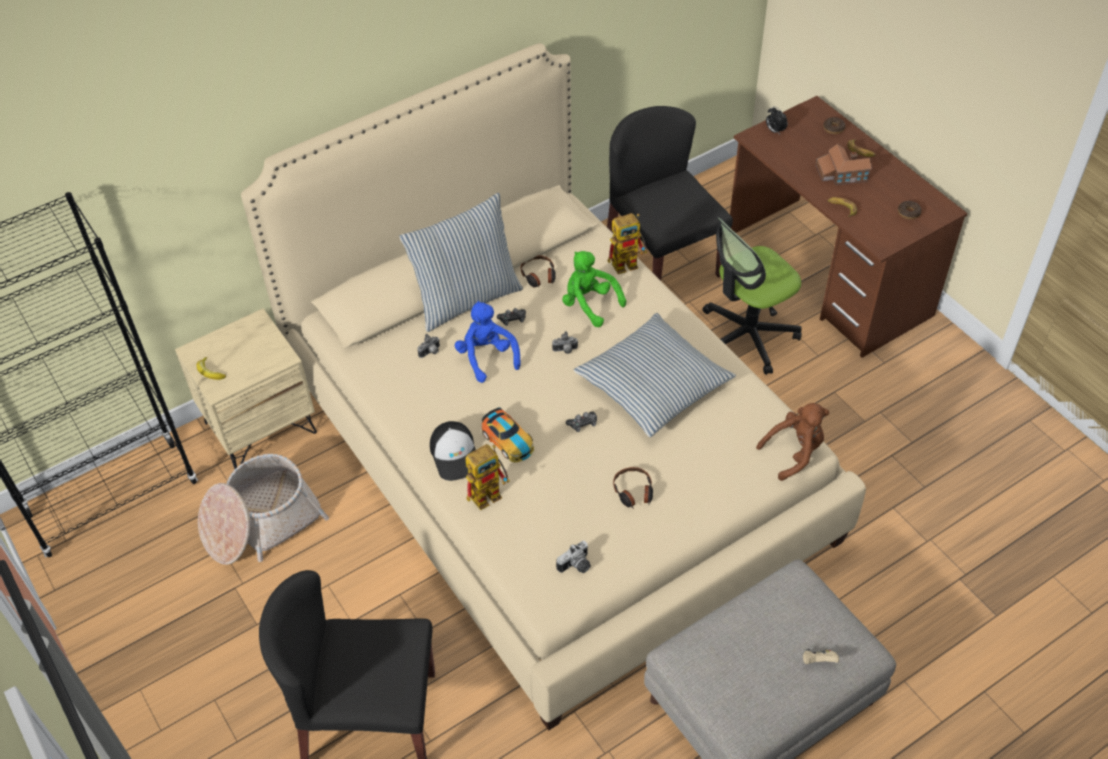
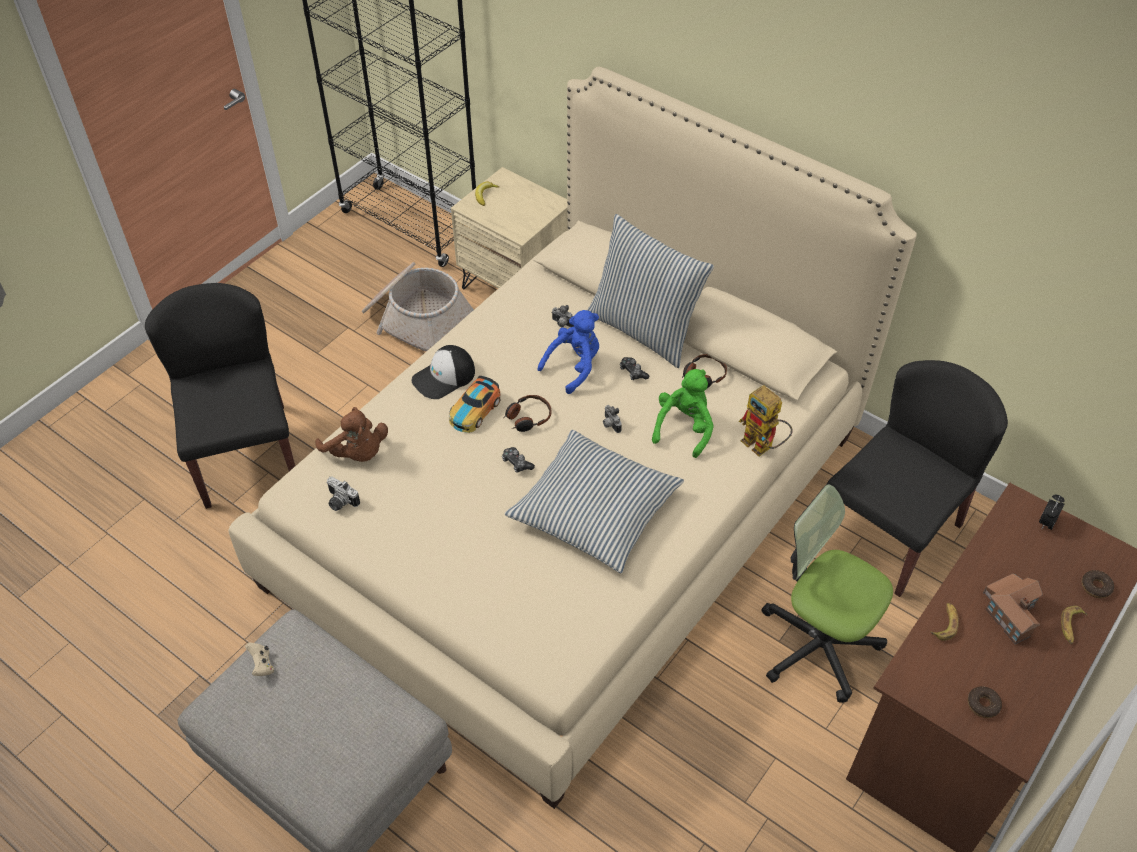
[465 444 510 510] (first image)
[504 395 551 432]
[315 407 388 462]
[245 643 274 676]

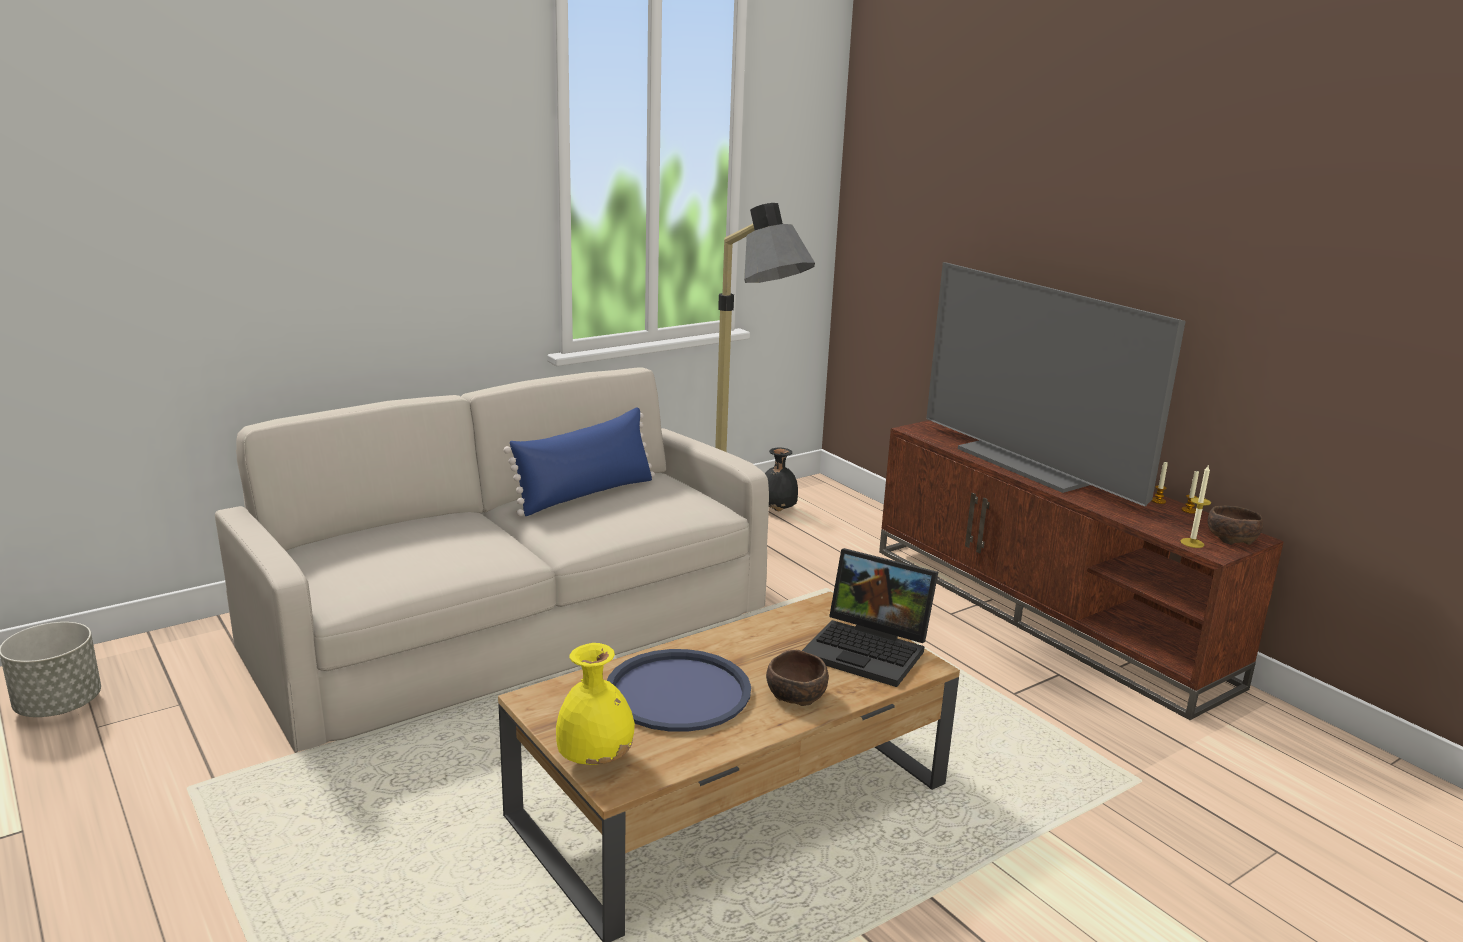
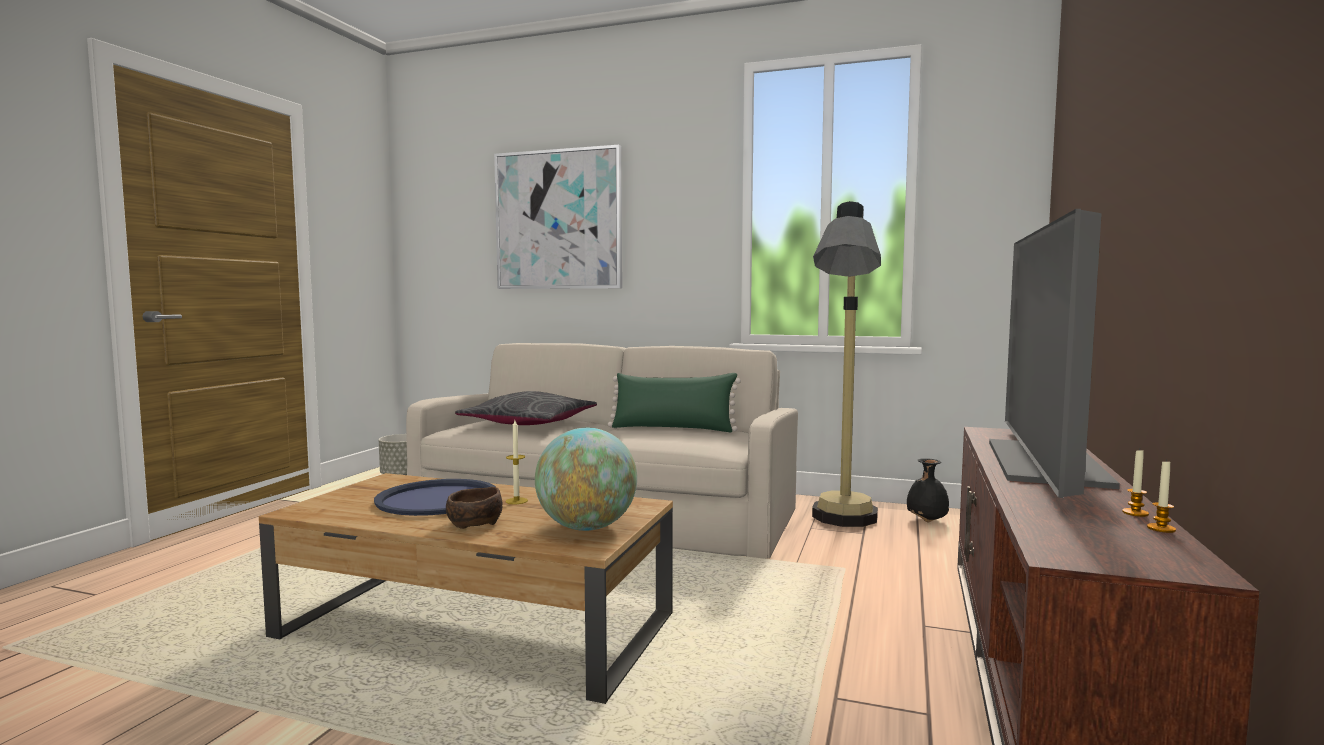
[608 373 741 432]
[556 643 635 765] (first image)
[535 428 637 531]
[505 420 528 504]
[1208 506 1263 545] (first image)
[455 391 597 425]
[494 145 622 289]

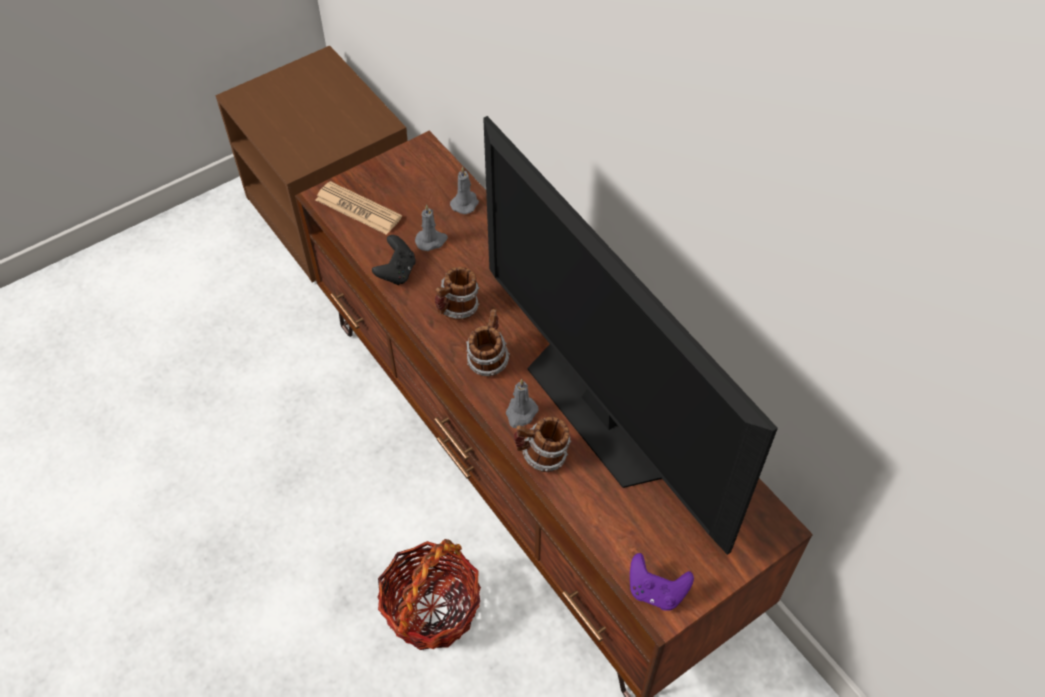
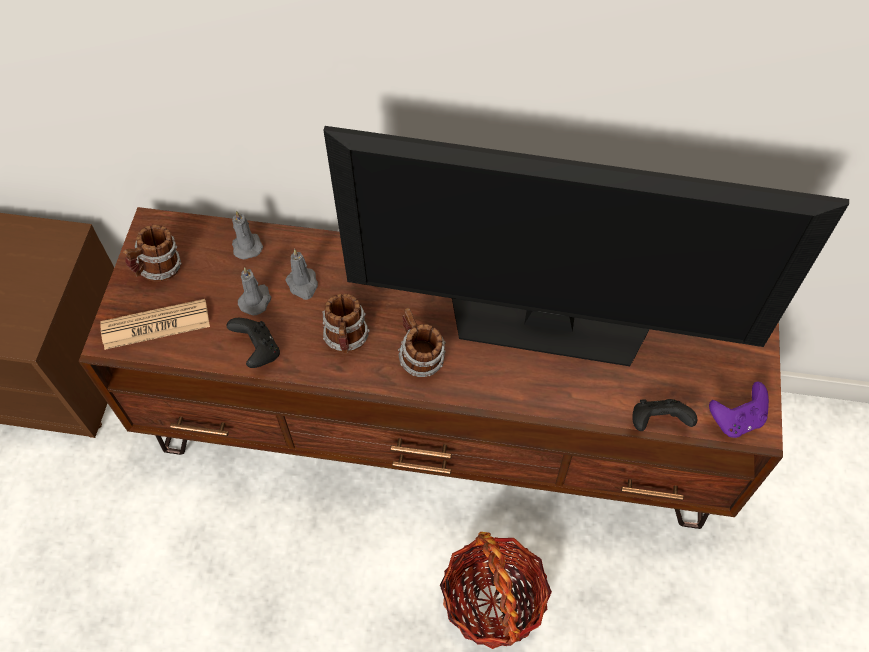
[286 249 318 300]
[123 225 182 282]
[632 399 697 431]

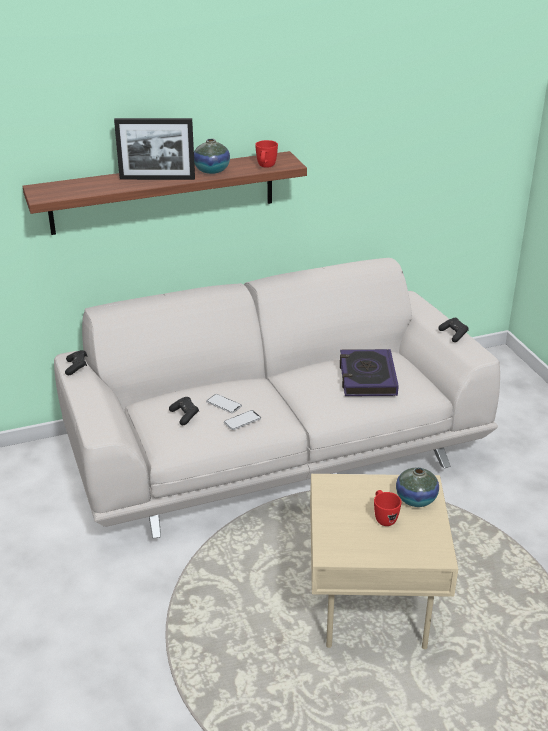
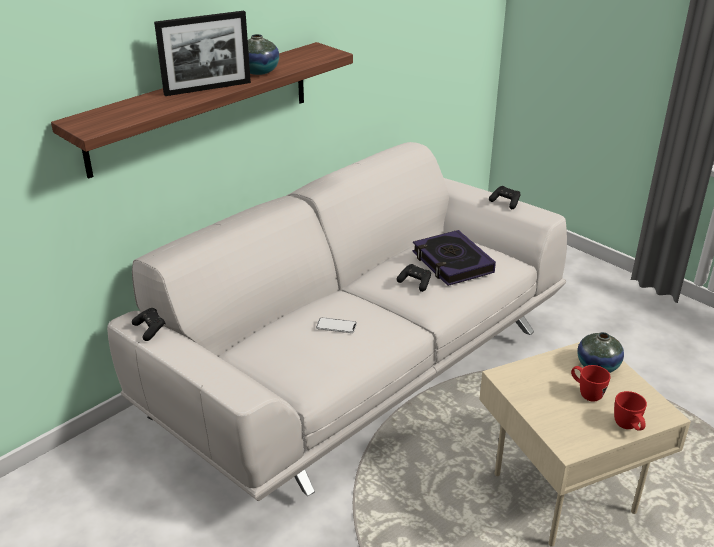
[397 264 431 292]
[224 410 261 430] (first image)
[614 391 647 431]

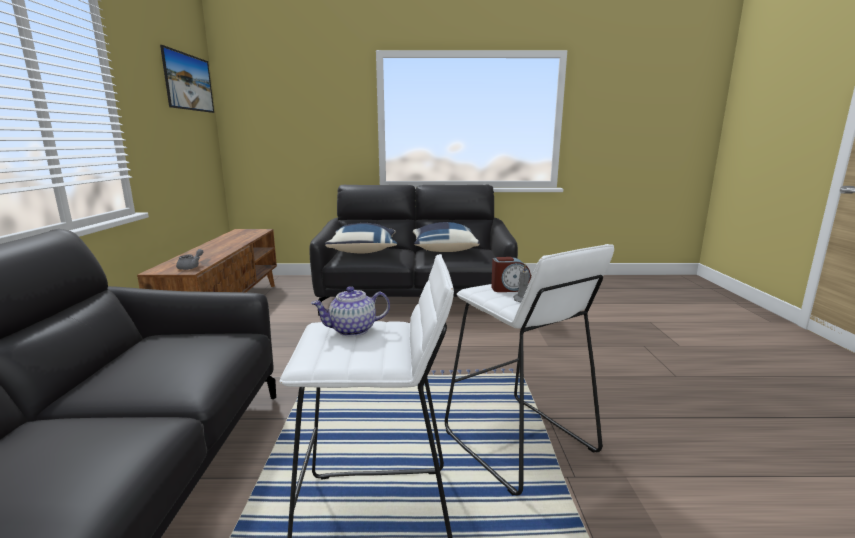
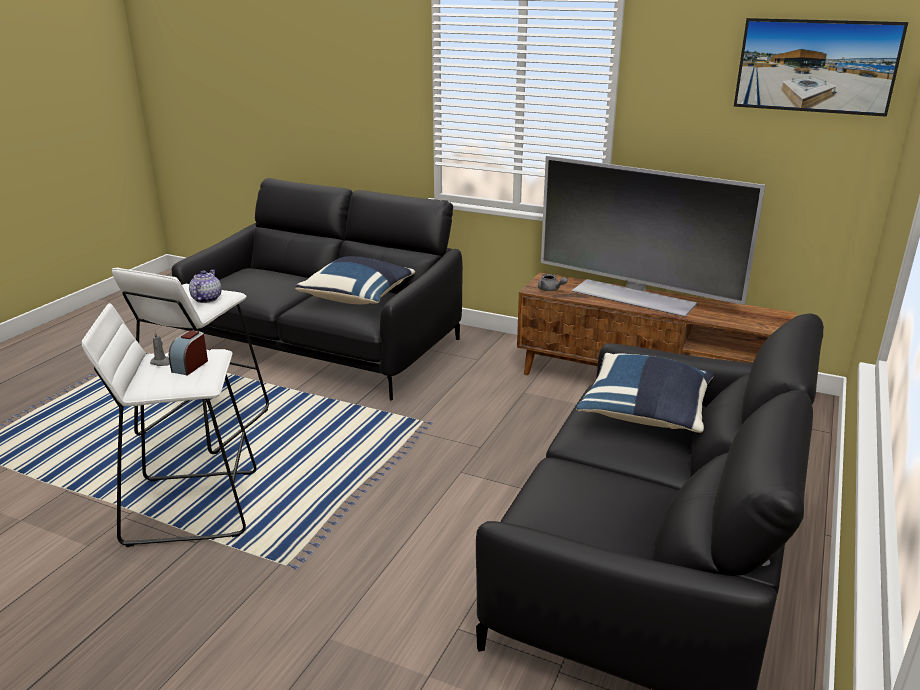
[295 256 415 304]
[541 156 766 317]

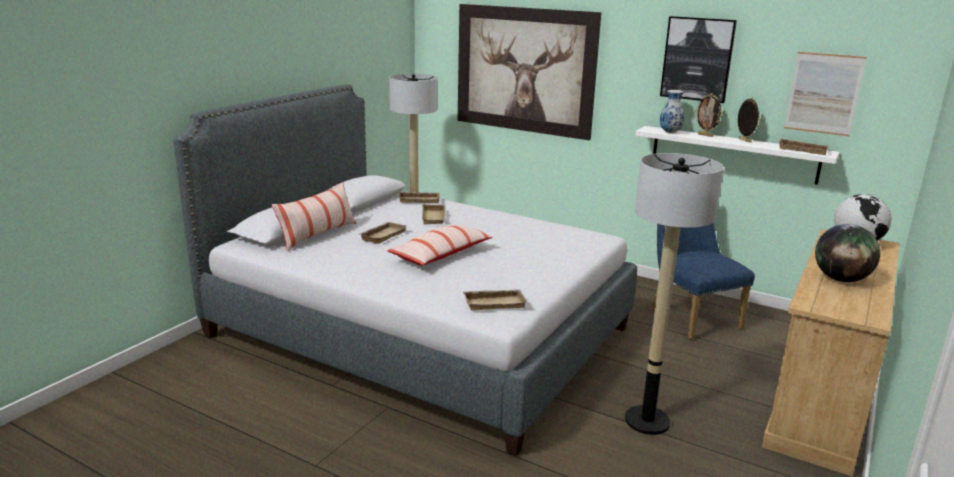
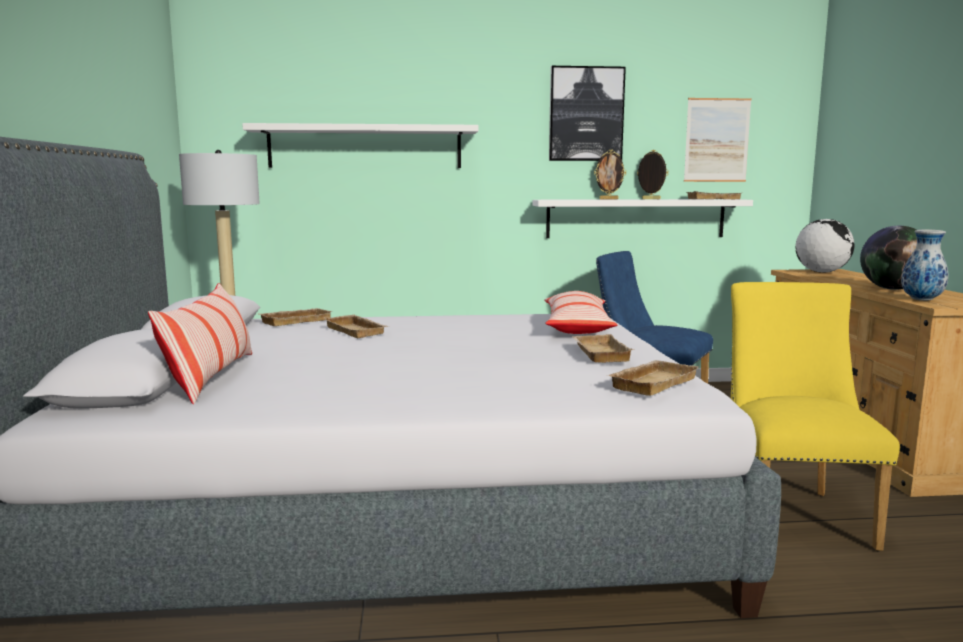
[572 334 635 363]
[544 291 617 334]
[242 123 478 168]
[731 282 900 551]
[901 230 948 301]

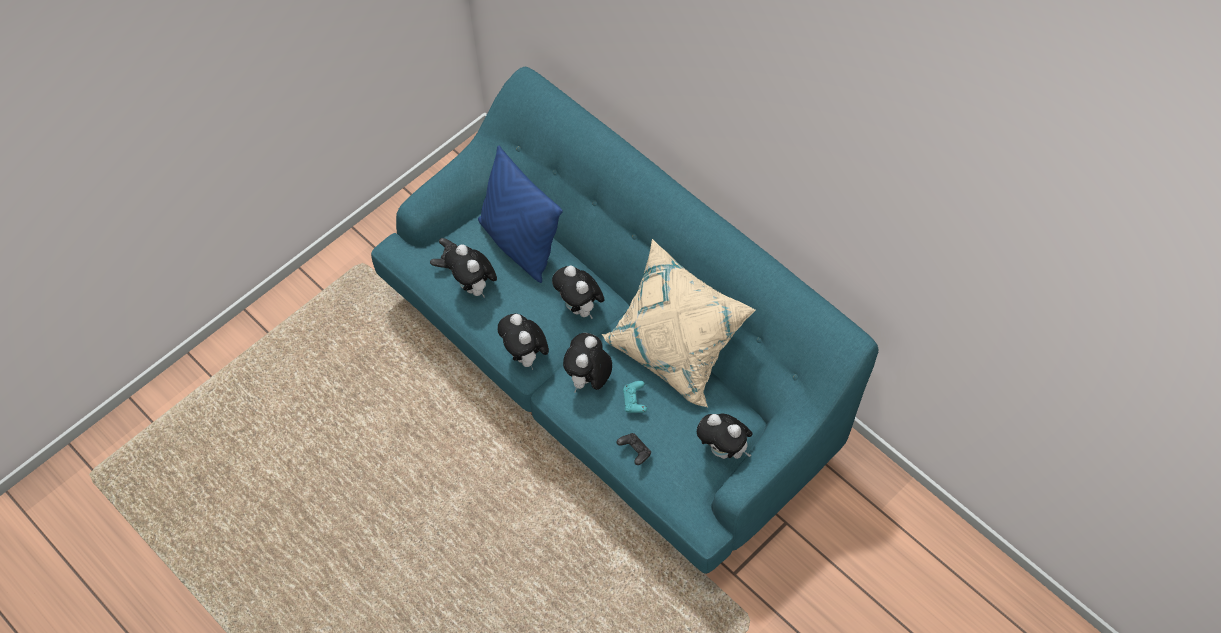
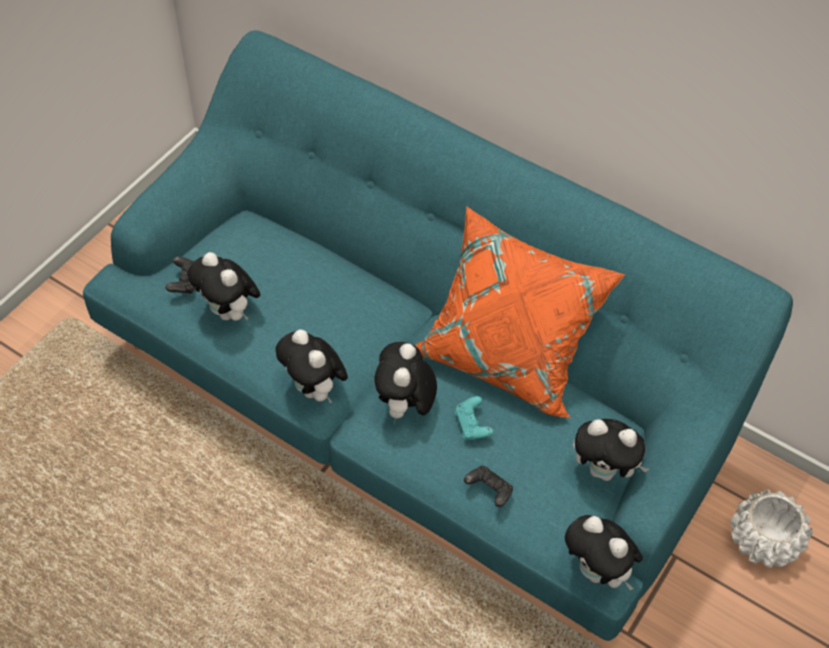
[478 146 563 283] (first image)
[565 515 643 590]
[415 206 626 418]
[730 490 813 568]

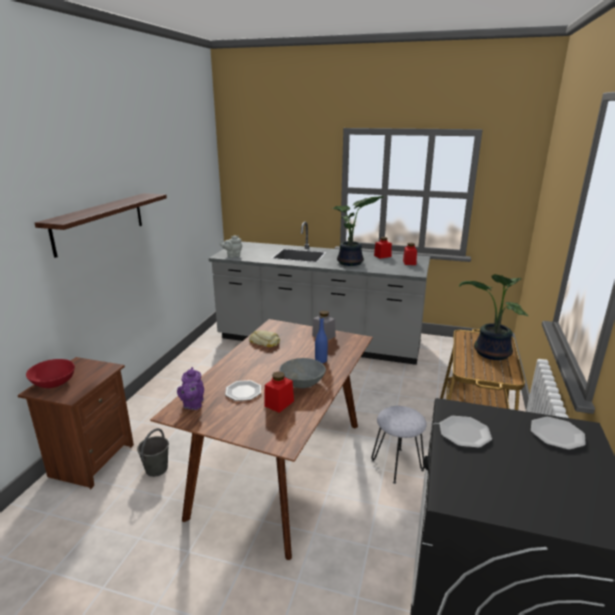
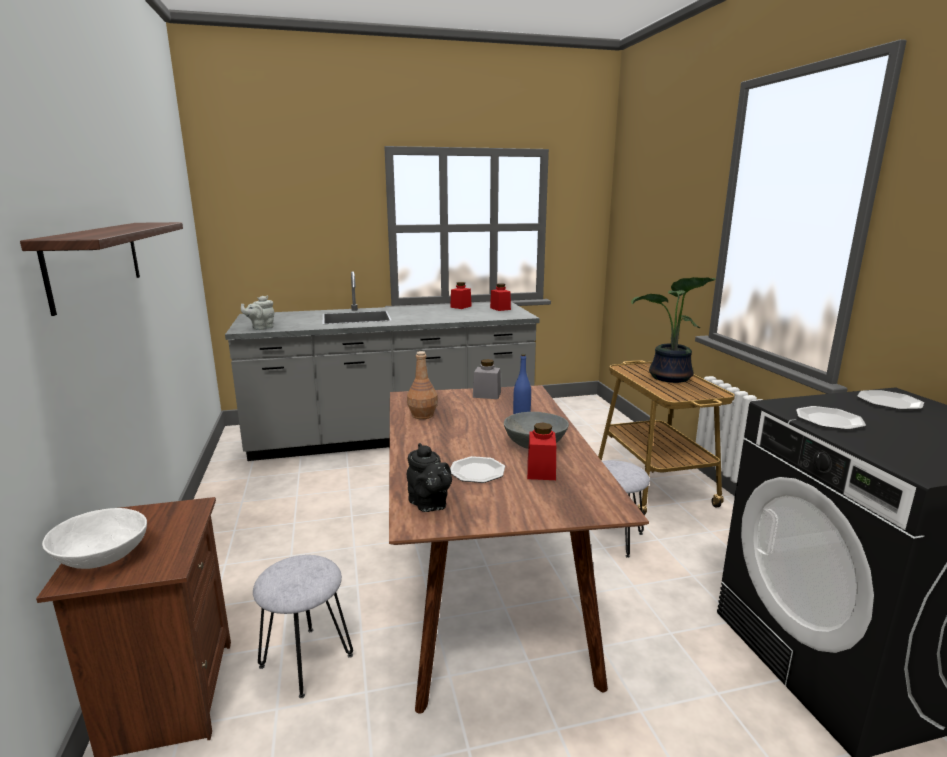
[42 508 147 569]
[253 555 353 698]
[407 443 452 512]
[407 351 438 419]
[332 196 383 266] (first image)

